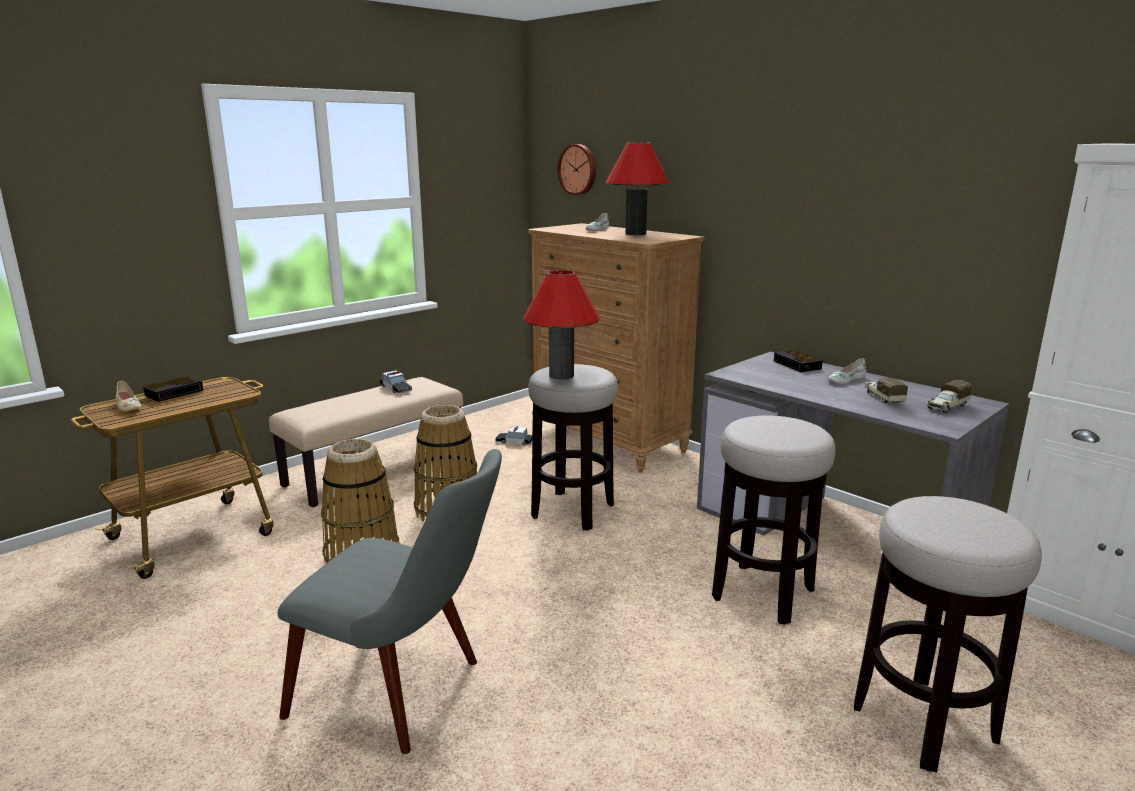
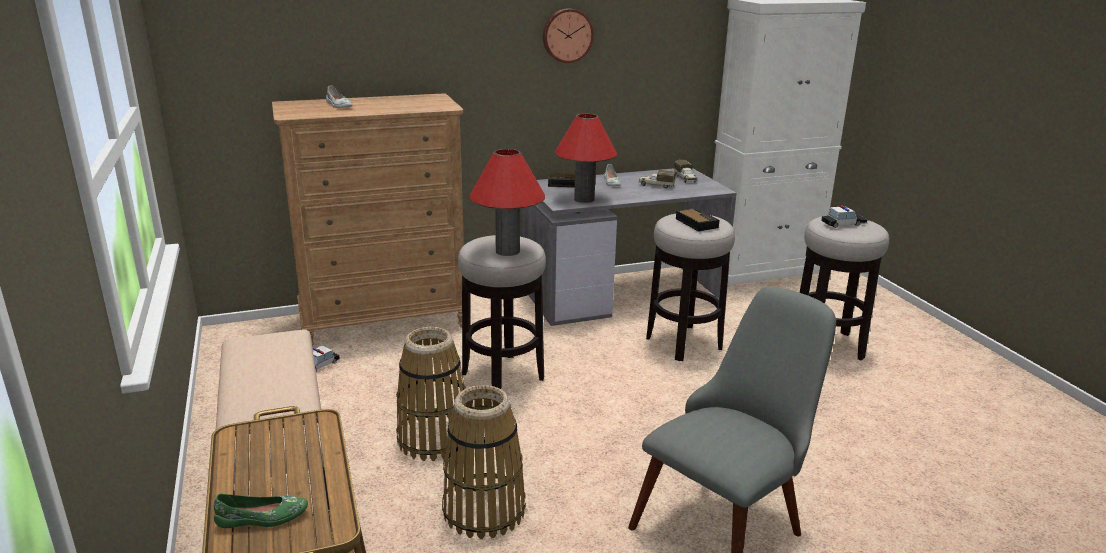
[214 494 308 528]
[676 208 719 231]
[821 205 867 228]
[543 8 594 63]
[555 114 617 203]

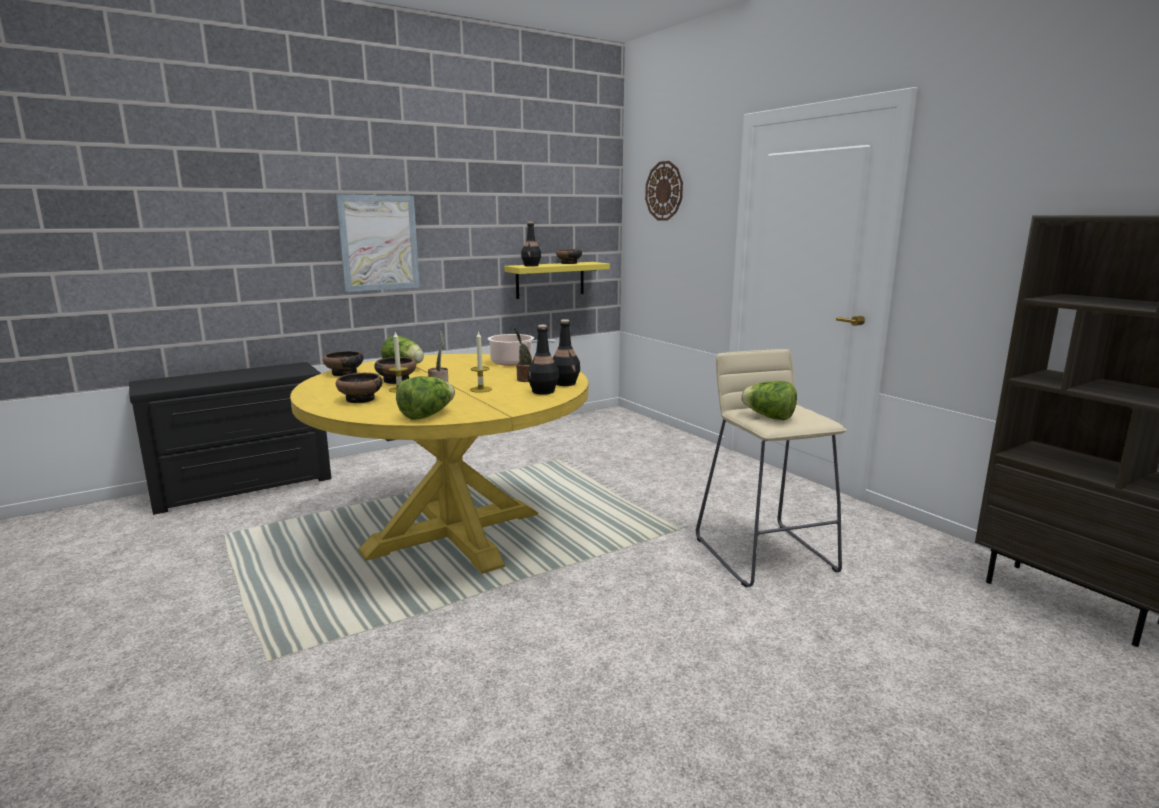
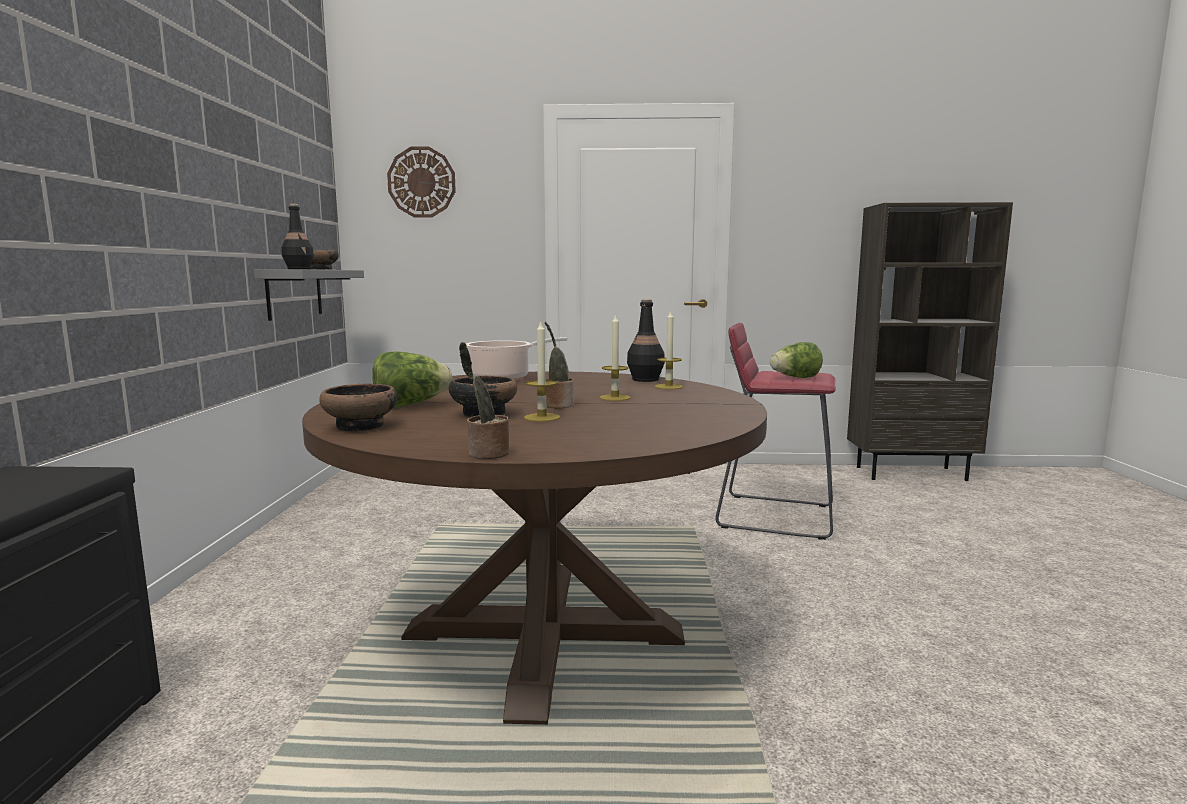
[302 371 767 725]
[336 195 420 292] (first image)
[336 373 383 403] (first image)
[396 376 455 420] (first image)
[254 269 364 321]
[459 342 509 459]
[655 310 683 389]
[716 323 836 540]

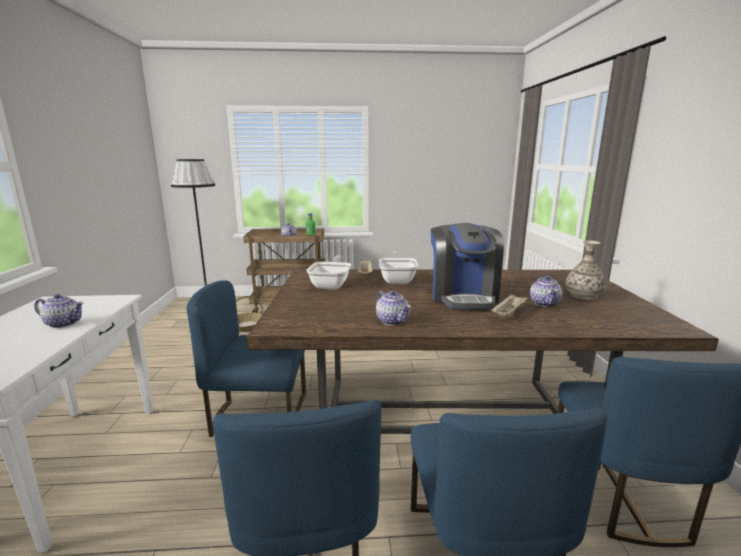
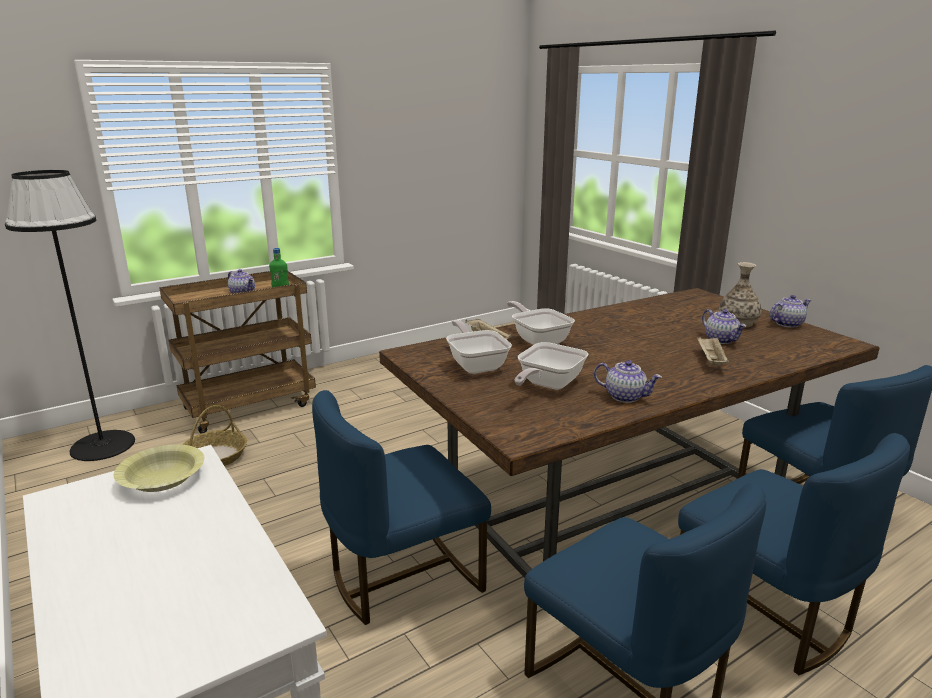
[770 295 811 328]
[431 223 504 309] (first image)
[114 444 204 492]
[515 342 589 390]

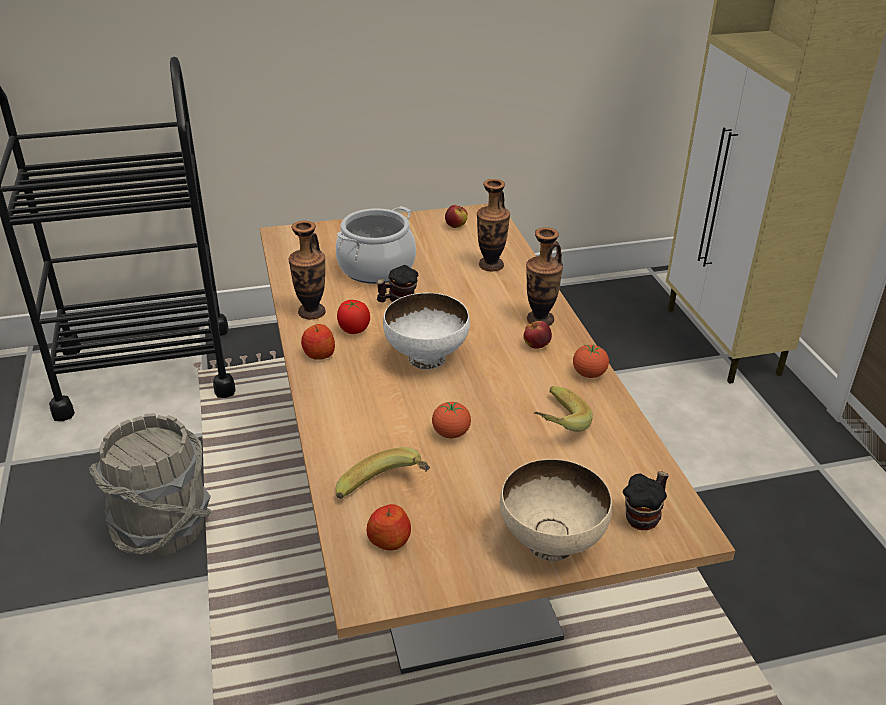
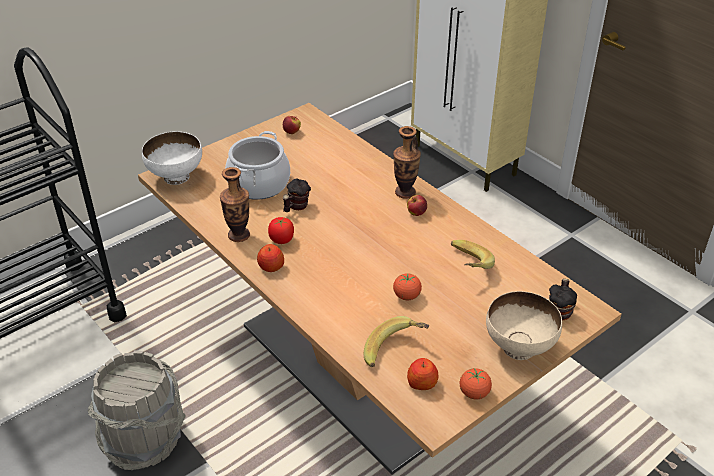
[142 131 202 185]
[477 179 510 271] (first image)
[460 368 492 400]

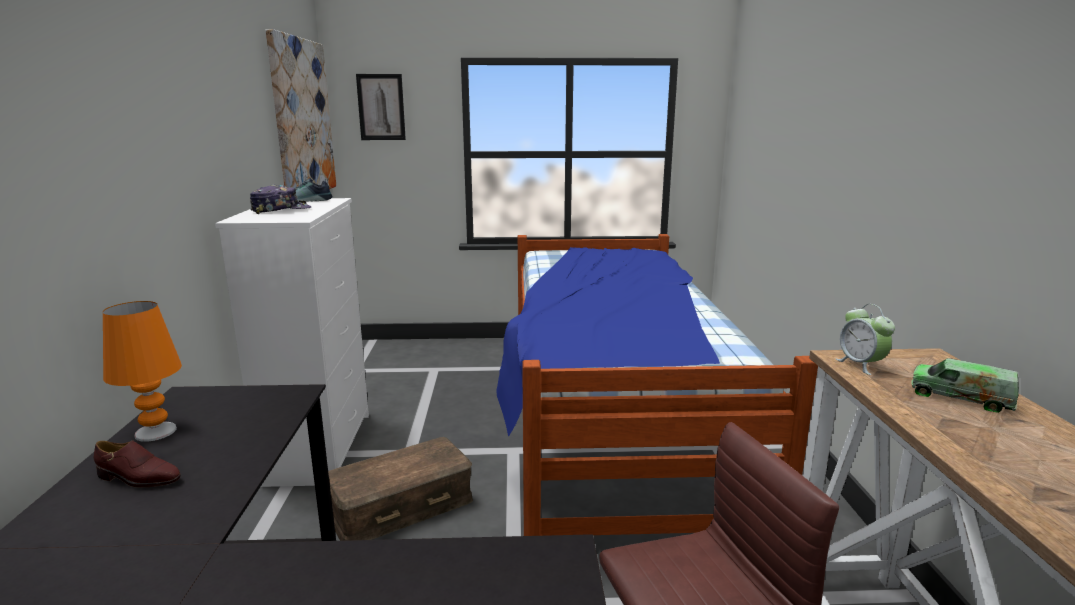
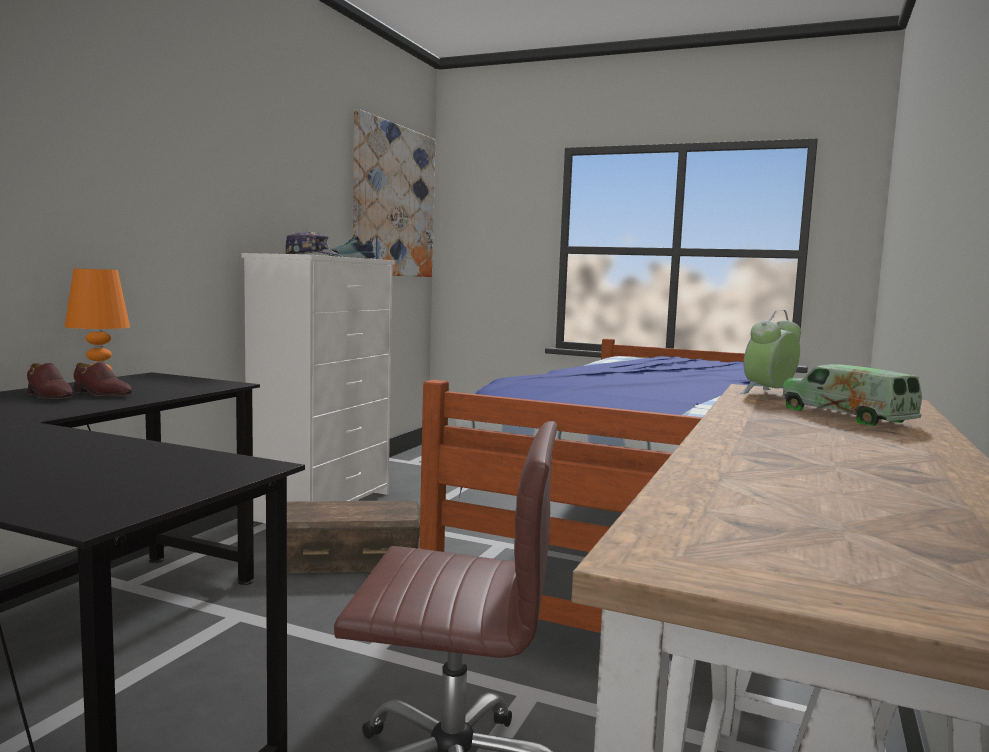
[356 74 406 140] (first image)
[740 310 801 394]
[74 362 132 396]

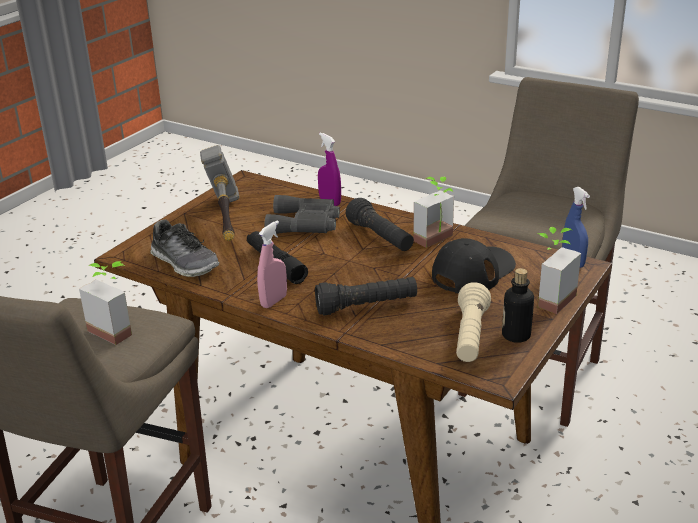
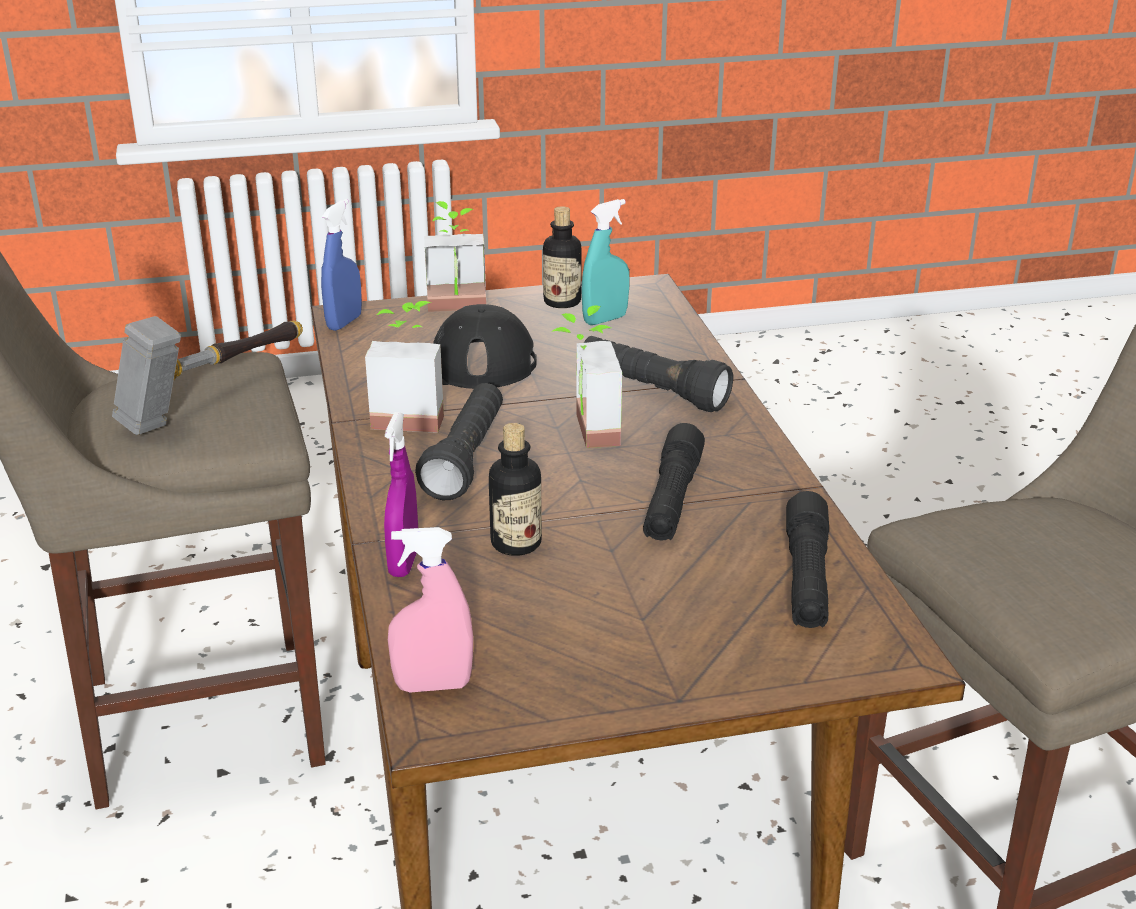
[553 305 622 448]
[786 491 829 628]
[112 316 303 435]
[388 527 473 693]
[489 423 542 556]
[581 199 630 325]

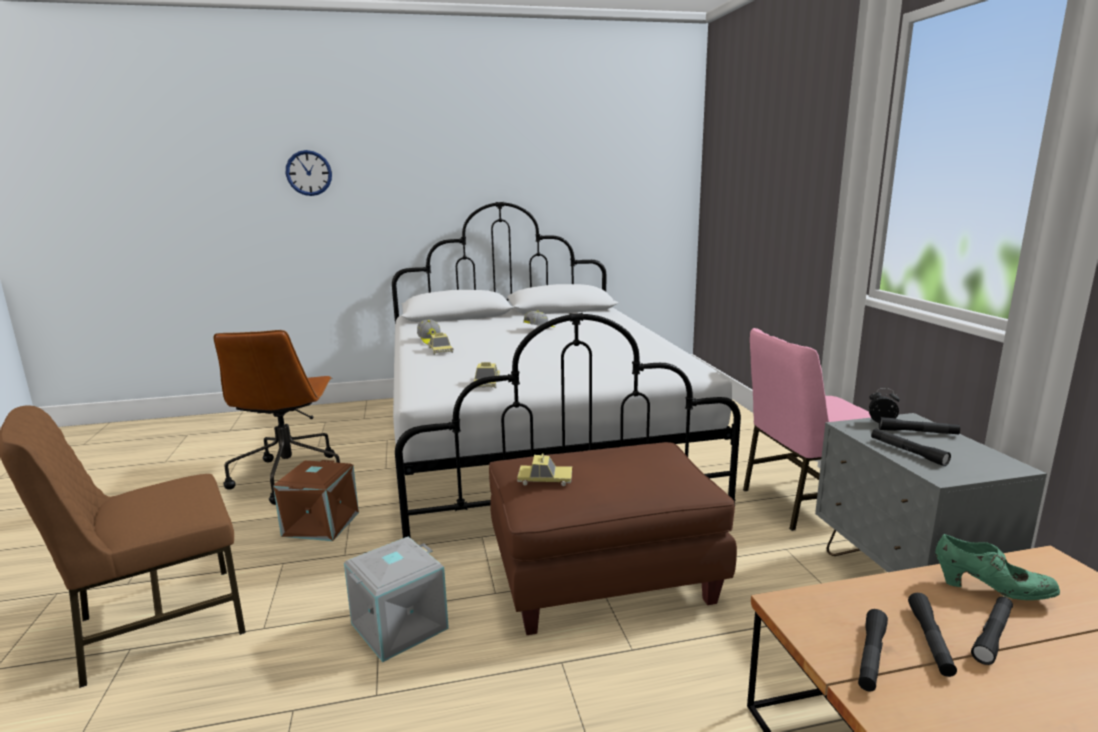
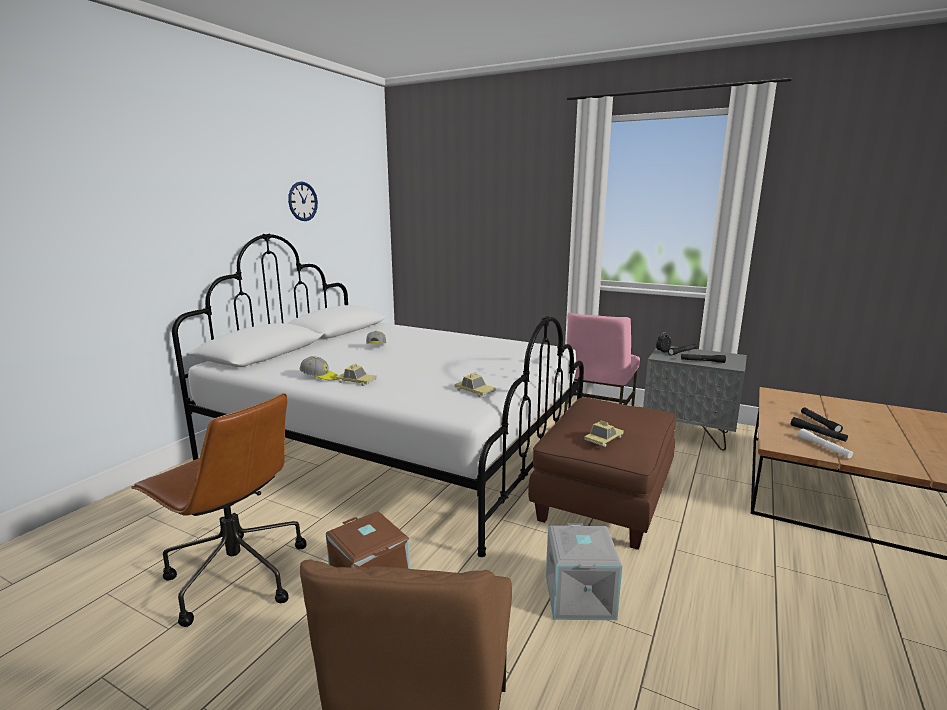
[288 182 318 221]
[798 429 853 458]
[935 534 1060 600] (first image)

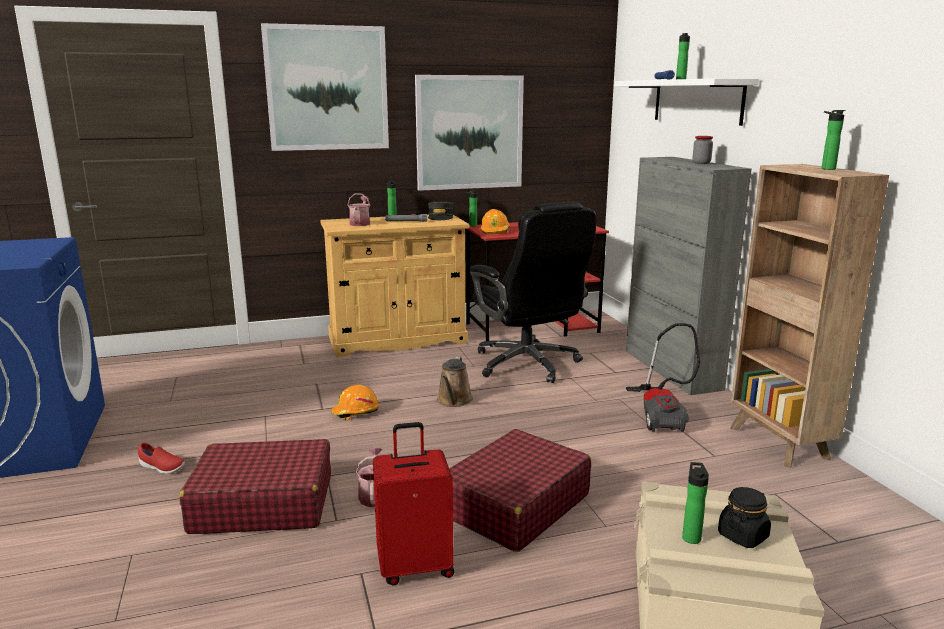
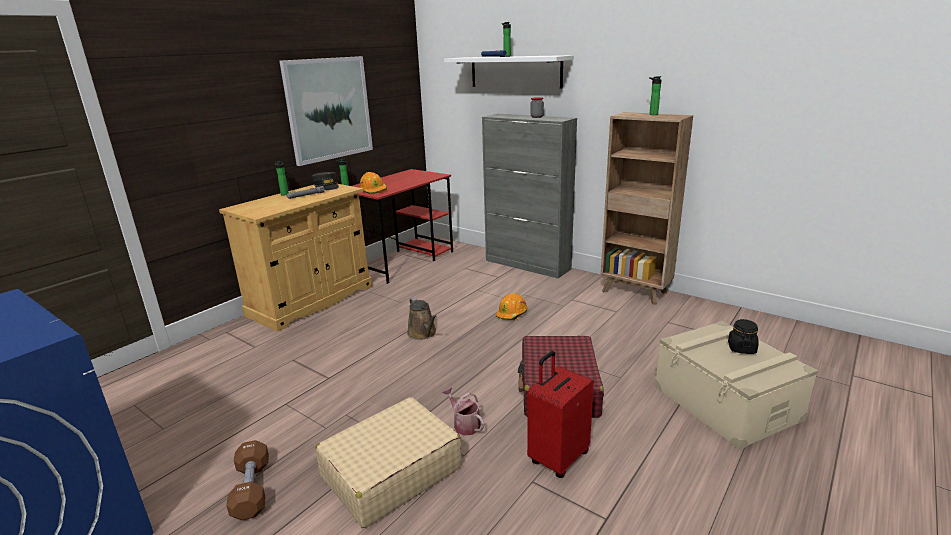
[226 440 269 520]
[315 397 462 528]
[261 23 389 151] (first image)
[496 293 528 321]
[347 193 371 226] (first image)
[469 202 596 383] (first image)
[626 323 700 432] (first image)
[682 462 709 544] (first image)

